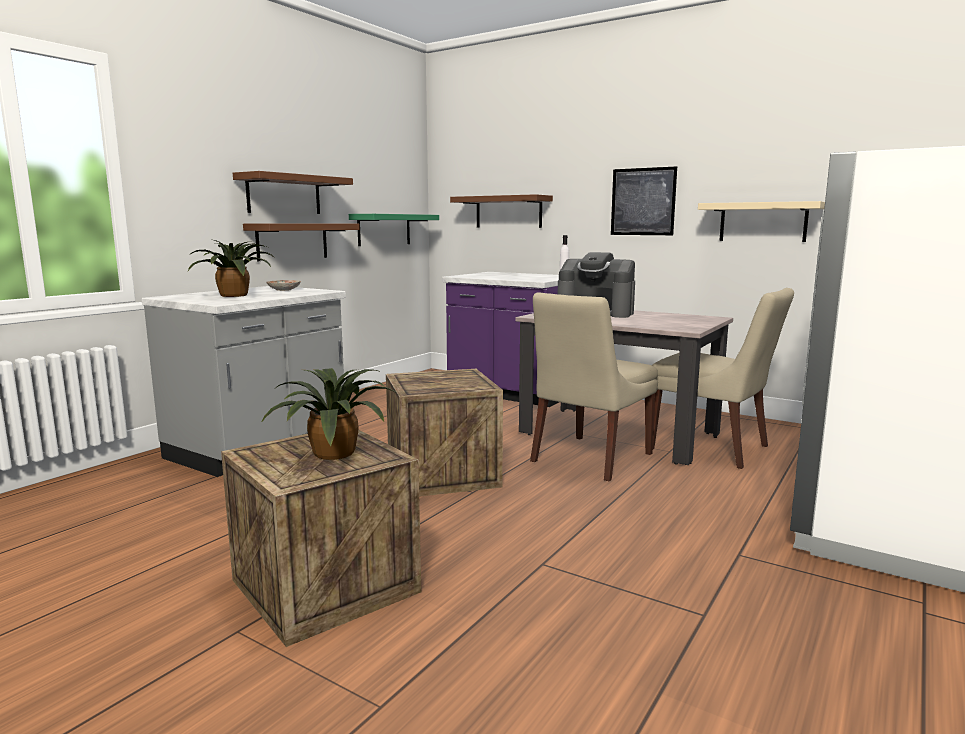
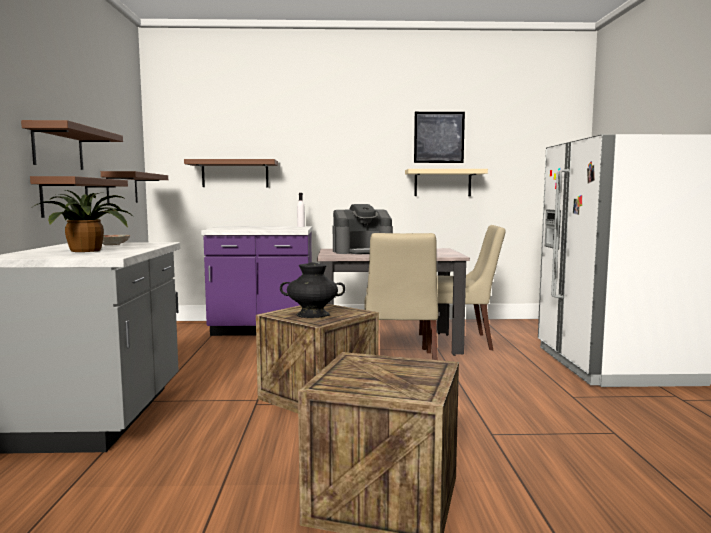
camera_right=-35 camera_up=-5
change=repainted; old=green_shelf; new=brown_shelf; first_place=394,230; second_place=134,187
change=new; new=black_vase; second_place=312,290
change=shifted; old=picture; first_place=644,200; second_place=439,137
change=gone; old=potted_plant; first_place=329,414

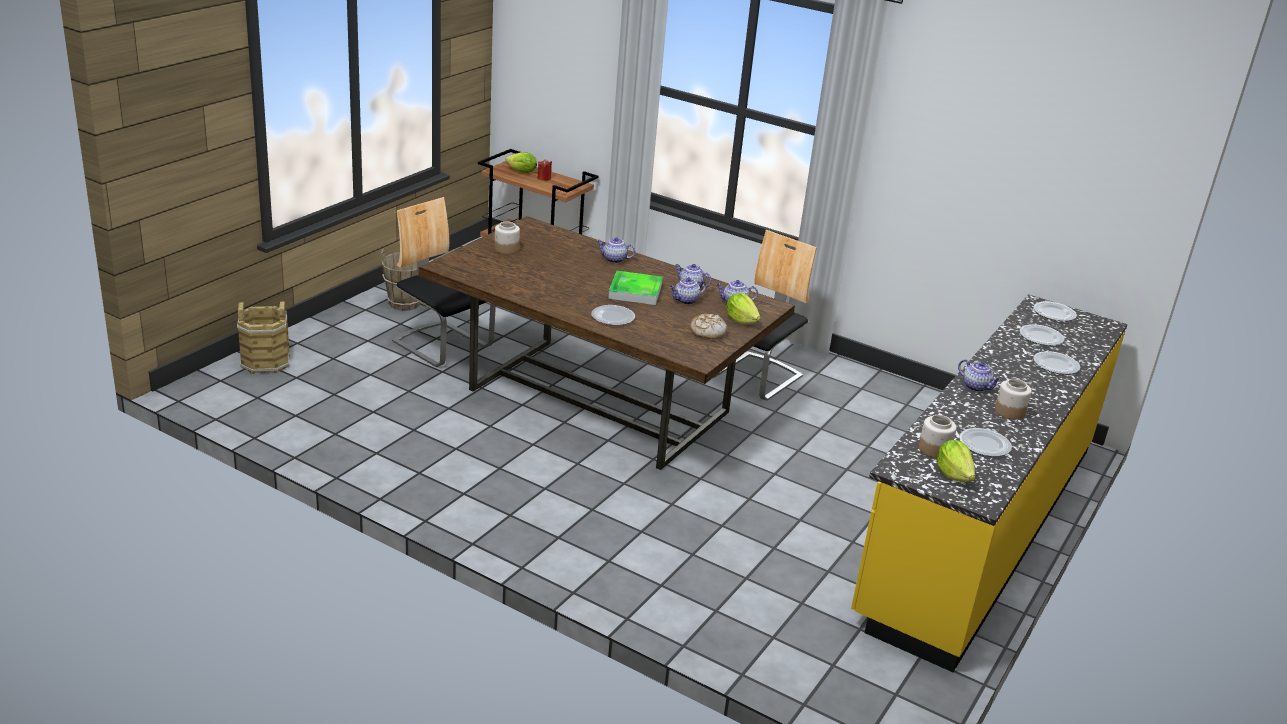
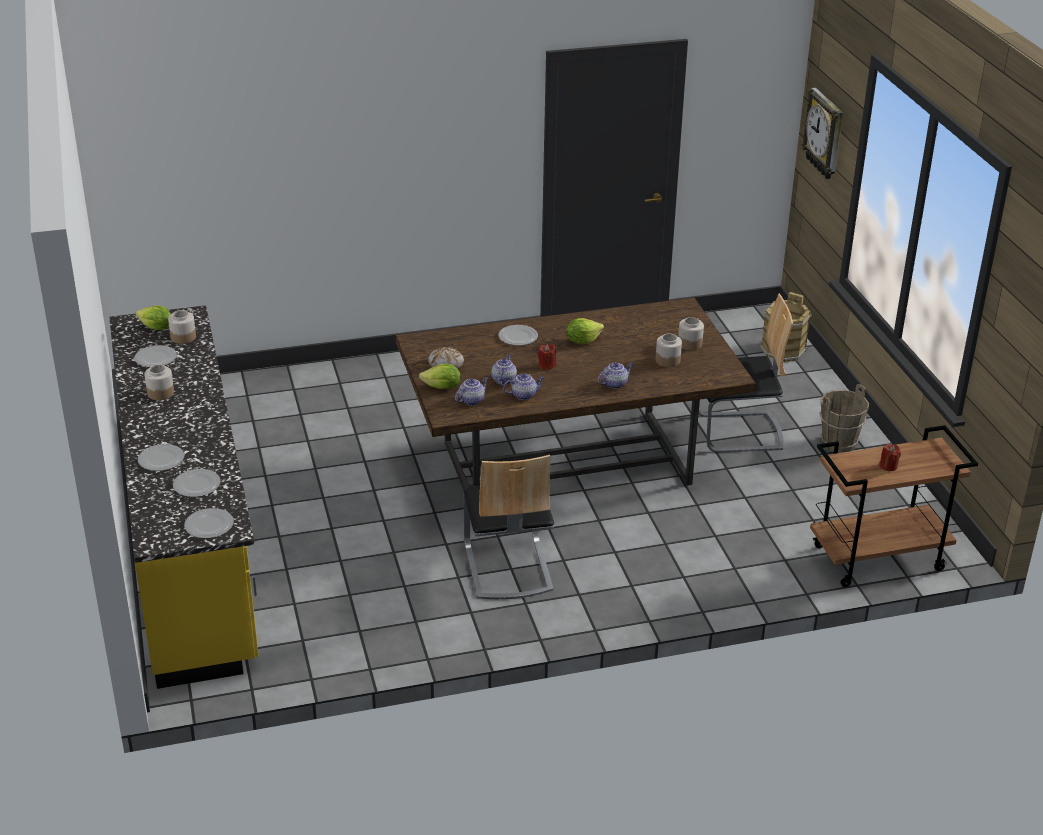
camera_right=135 camera_up=5
change=swapped; old=tray; new=red_candle; first_place=635,288; second_place=547,357
change=shifted; old=lettuce; first_place=521,162; second_place=585,331
change=new; new=jar; second_place=669,350
change=new; new=wall_clock; second_place=822,133
change=gone; old=teapot; first_place=980,375

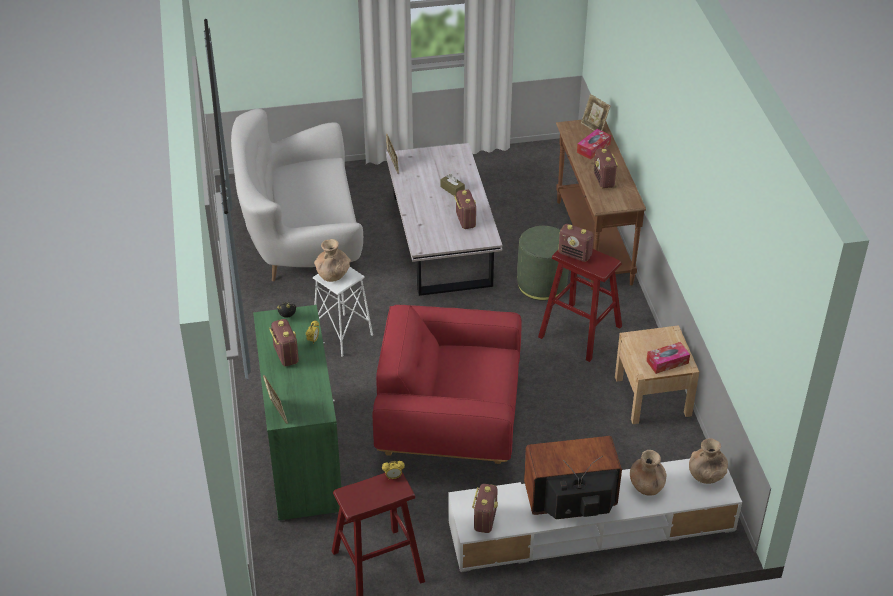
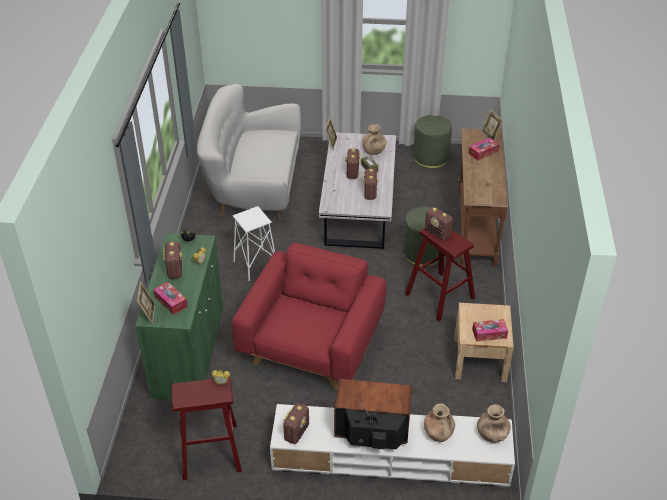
camera_right=15 camera_up=0
change=new; new=tissue_box; second_place=170,298
change=rotated; old=red_armchair; first_place=447,384; second_place=309,315; degrees=90
change=shifted; old=radio; first_place=606,168; second_place=353,163
change=shifted; old=brown_vase; first_place=332,260; second_place=374,139
change=new; new=green_ottoman; second_place=432,141

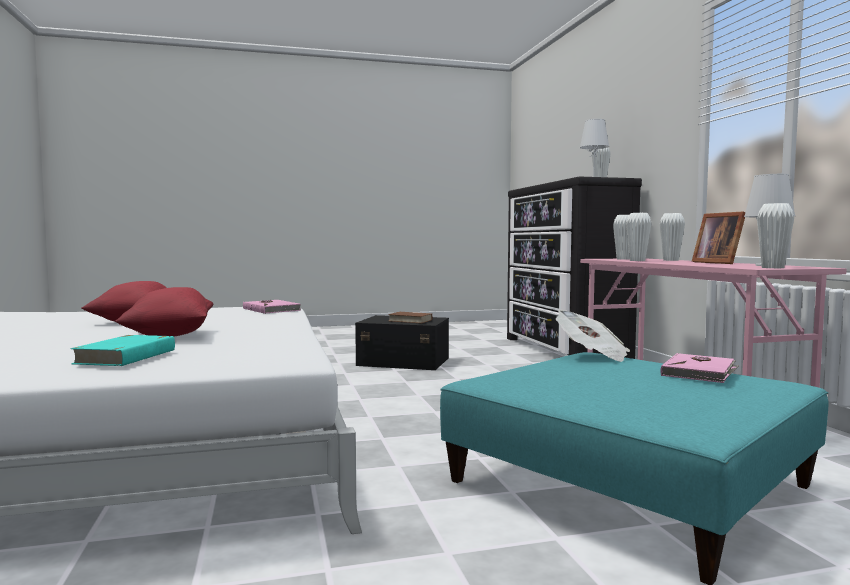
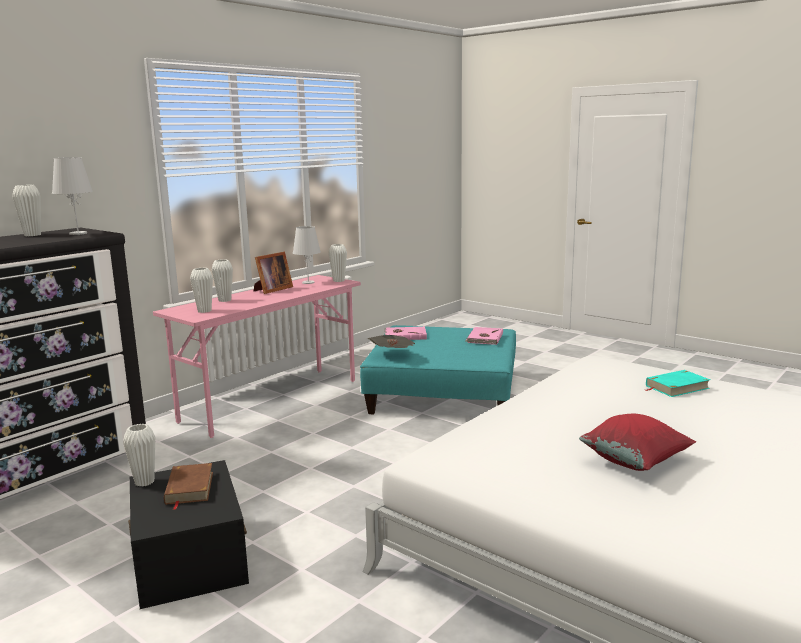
camera_right=-125 camera_up=10
change=shifted; old=white_vase; first_place=638,237; second_place=139,455
change=shifted; old=pink_book; first_place=272,307; second_place=484,336
change=gone; old=red_pillow; first_place=164,311

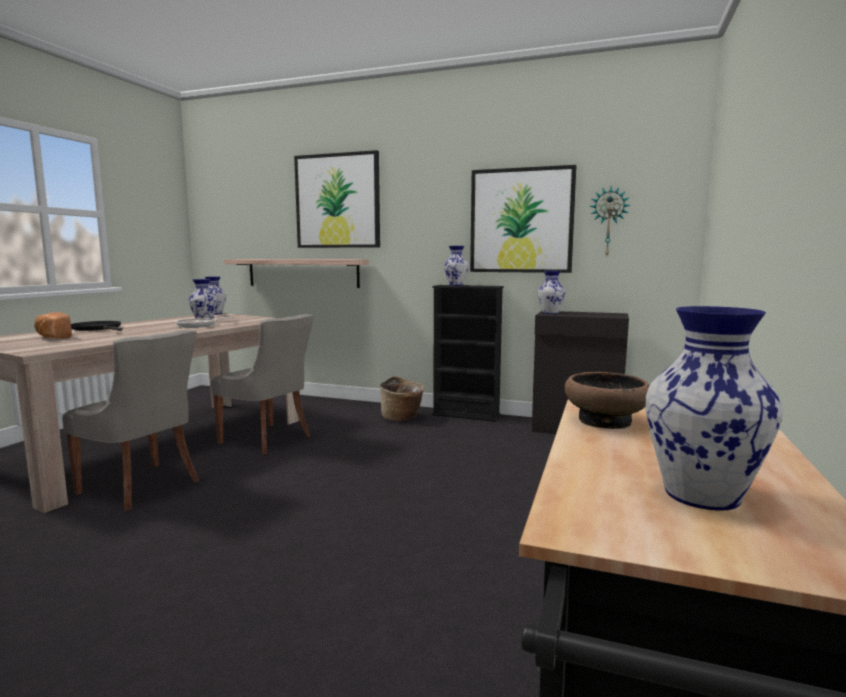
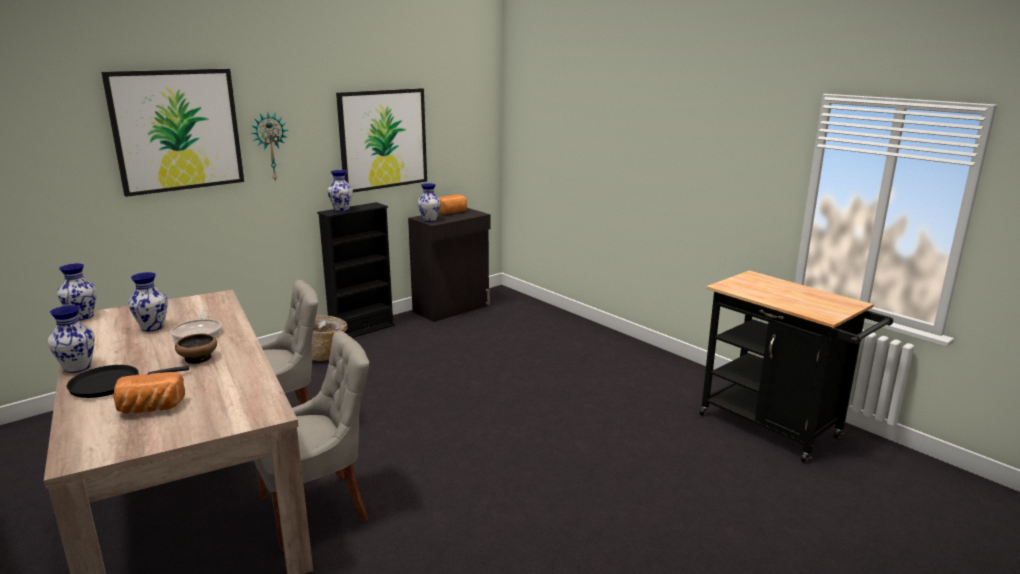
camera_right=-60 camera_up=10
change=shifted; old=vase; first_place=714,408; second_place=71,339
change=shifted; old=bowl; first_place=607,400; second_place=196,349
change=shifted; old=wall_clock; first_place=609,220; second_place=269,147
change=new; new=bread; second_place=452,204
change=gone; old=shelf; first_place=296,273

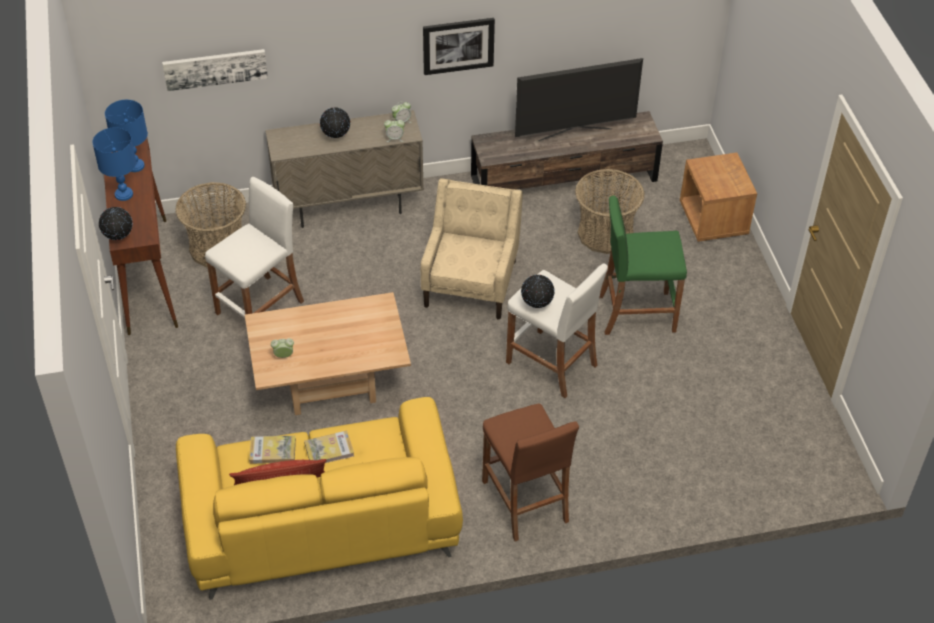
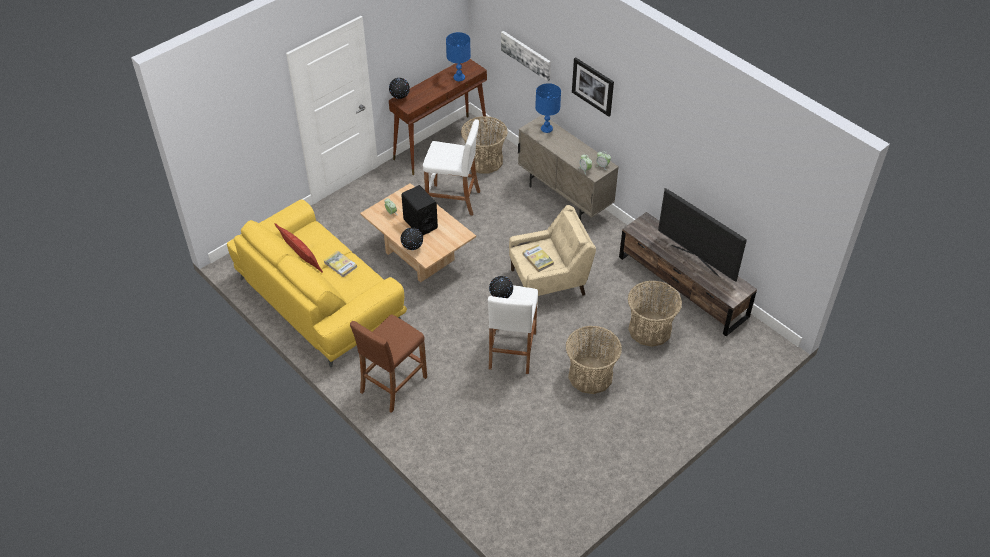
camera_right=60 camera_up=0
change=new; new=black_speaker; second_place=419,210
change=shifted; old=globe; first_place=335,122; second_place=412,239
change=shifted; old=book; first_place=272,450; second_place=538,258
change=shifted; old=blue_table_lamp; first_place=114,164; second_place=548,108
change=swapped; old=green_stool; new=basket; first_place=643,265; second_place=594,360
change=shifted; old=picture; first_place=459,46; second_place=593,87
change=gone; old=brown_nightstand; first_place=718,197

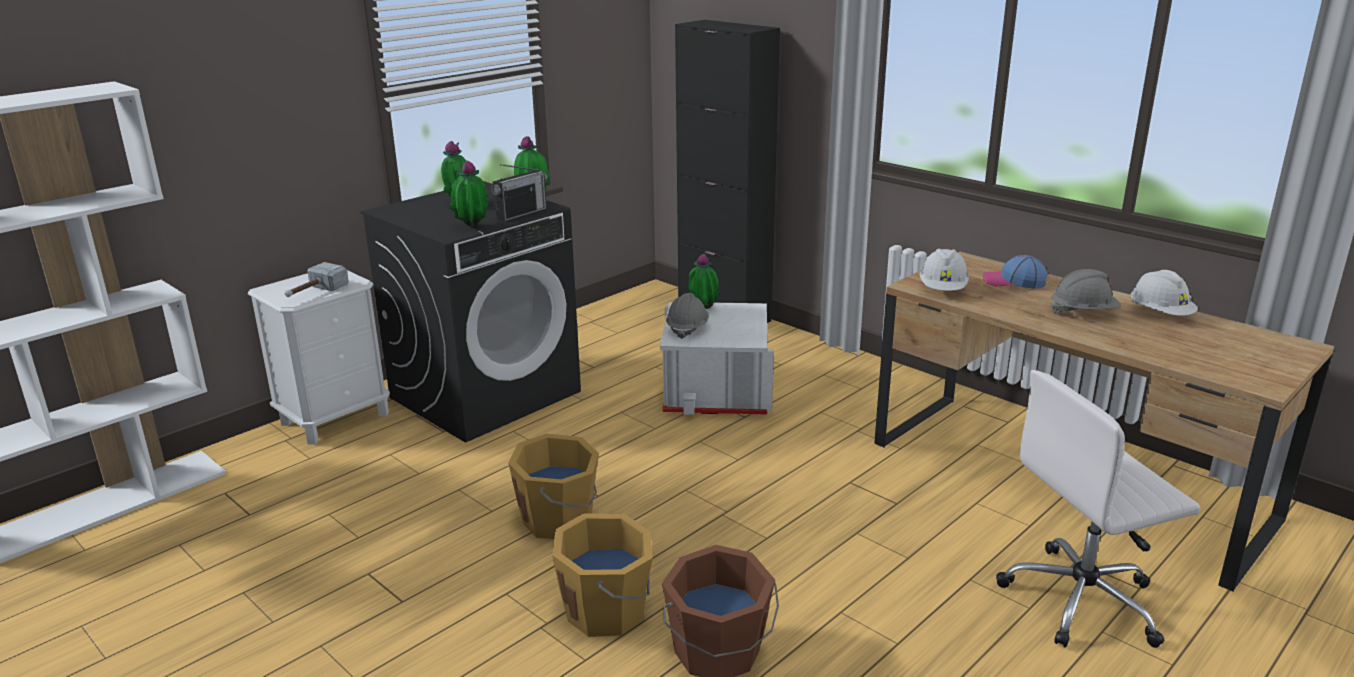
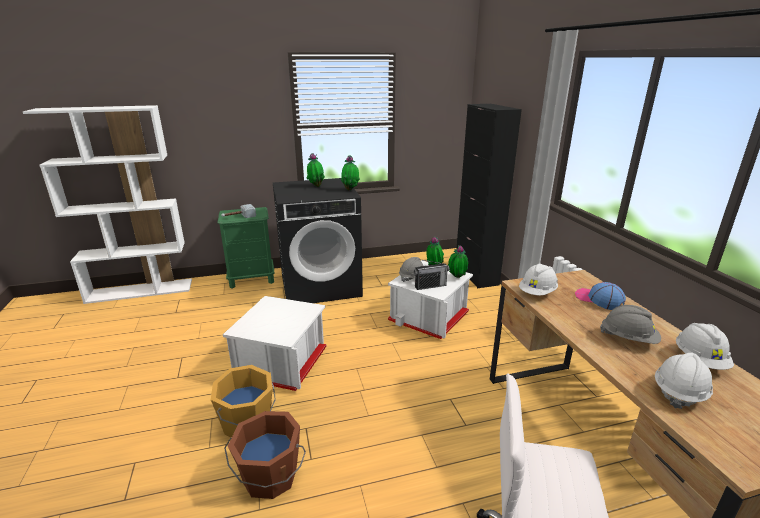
camera_right=30 camera_up=0
change=repainted; old=white_nightstand; new=green_nightstand; first_place=319,357; second_place=246,248
change=swapped; old=orange_bucket; new=white_storage_box; first_place=553,486; second_place=274,343
change=shifted; old=radio; first_place=519,193; second_place=431,274
change=shifted; old=potted_plant; first_place=468,193; second_place=458,261
change=new; new=white_hard_hat; second_place=684,381

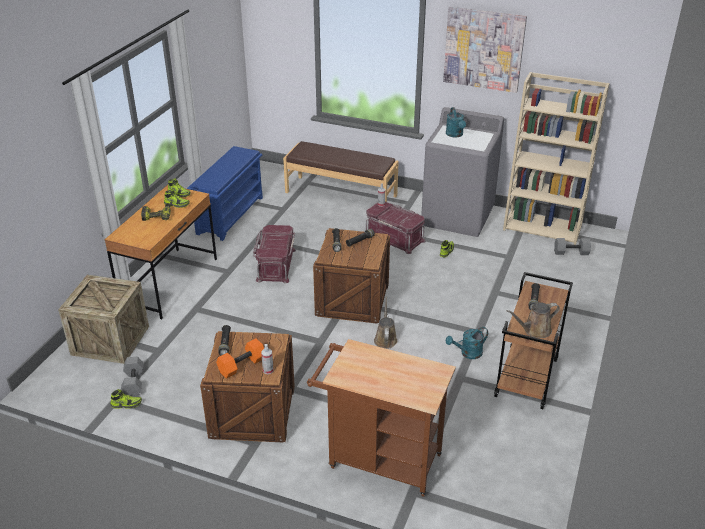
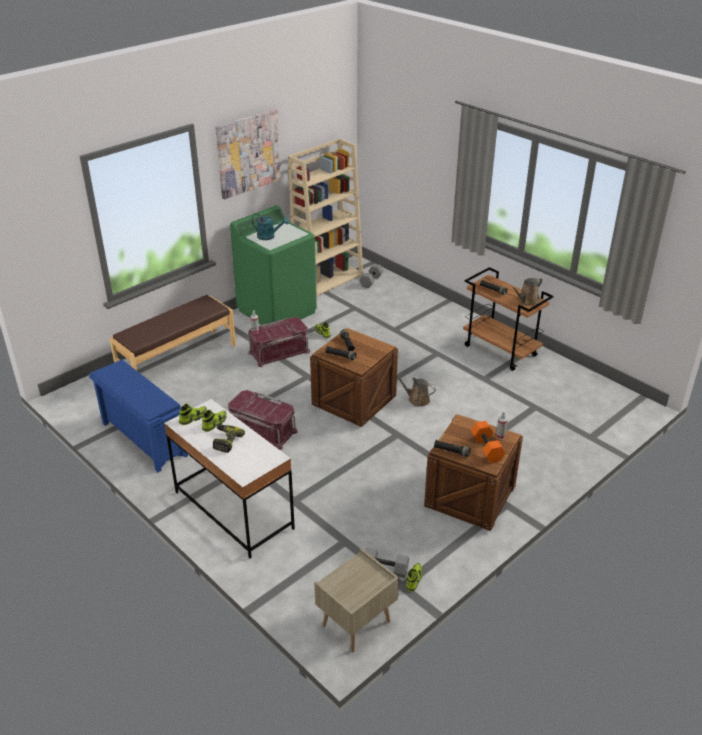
camera_right=-65 camera_up=0
change=repainted; old=brown_desk; new=white_desk; first_place=160,252; second_place=229,479
change=repainted; old=grey_washing_machine; new=green_washing_machine; first_place=462,172; second_place=273,265
change=new; new=beige_nightstand; second_place=356,600
change=rotated; old=brown_watering_can; first_place=533,320; second_place=526,291; degrees=45
change=gone; old=crate; first_place=103,319
change=gone; old=brown_cart; first_place=381,418
change=gone; old=turquoise_watering_can; first_place=467,343

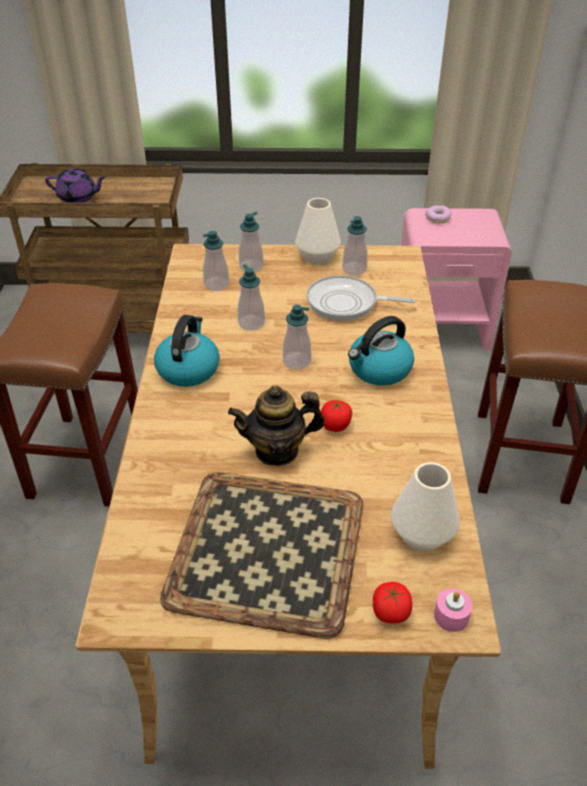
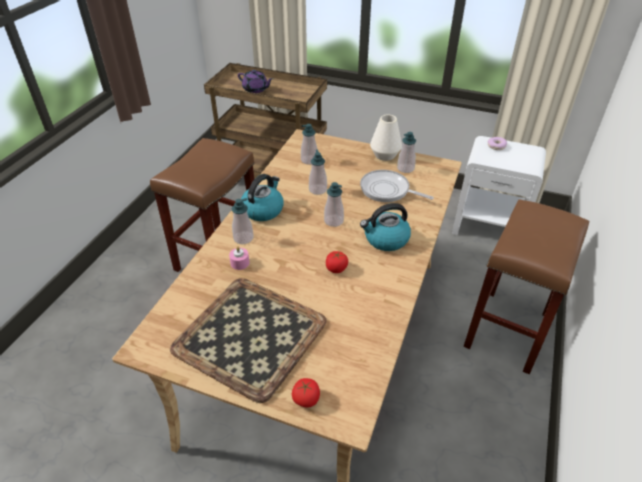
camera_right=20 camera_up=0
change=shifted; old=pink_candle; first_place=453,610; second_place=239,258
change=shifted; old=soap_dispenser; first_place=251,242; second_place=243,221
change=repainted; old=pink_nightstand; new=white_nightstand; first_place=456,279; second_place=499,185
change=gone; old=teapot; first_place=276,425
change=gone; old=white_vase; first_place=425,506

